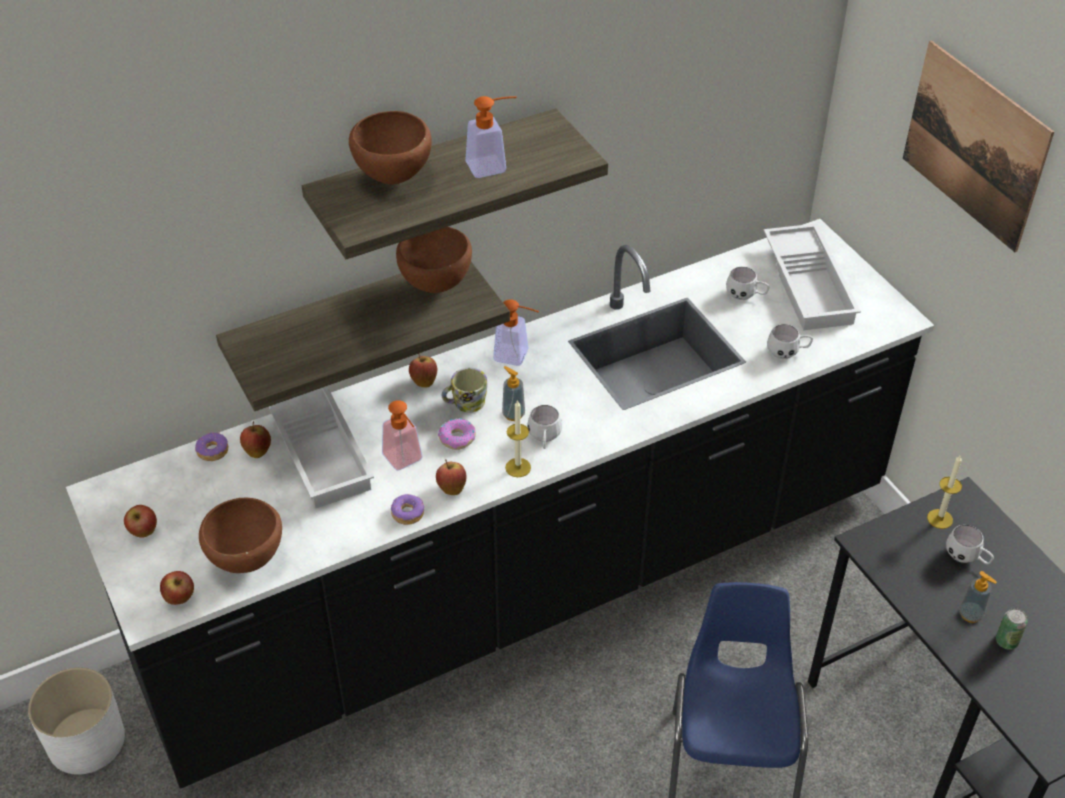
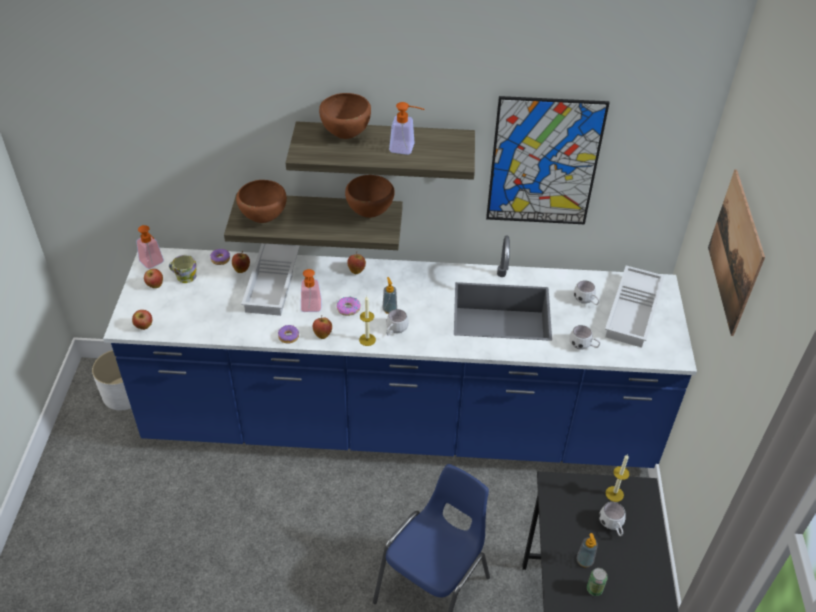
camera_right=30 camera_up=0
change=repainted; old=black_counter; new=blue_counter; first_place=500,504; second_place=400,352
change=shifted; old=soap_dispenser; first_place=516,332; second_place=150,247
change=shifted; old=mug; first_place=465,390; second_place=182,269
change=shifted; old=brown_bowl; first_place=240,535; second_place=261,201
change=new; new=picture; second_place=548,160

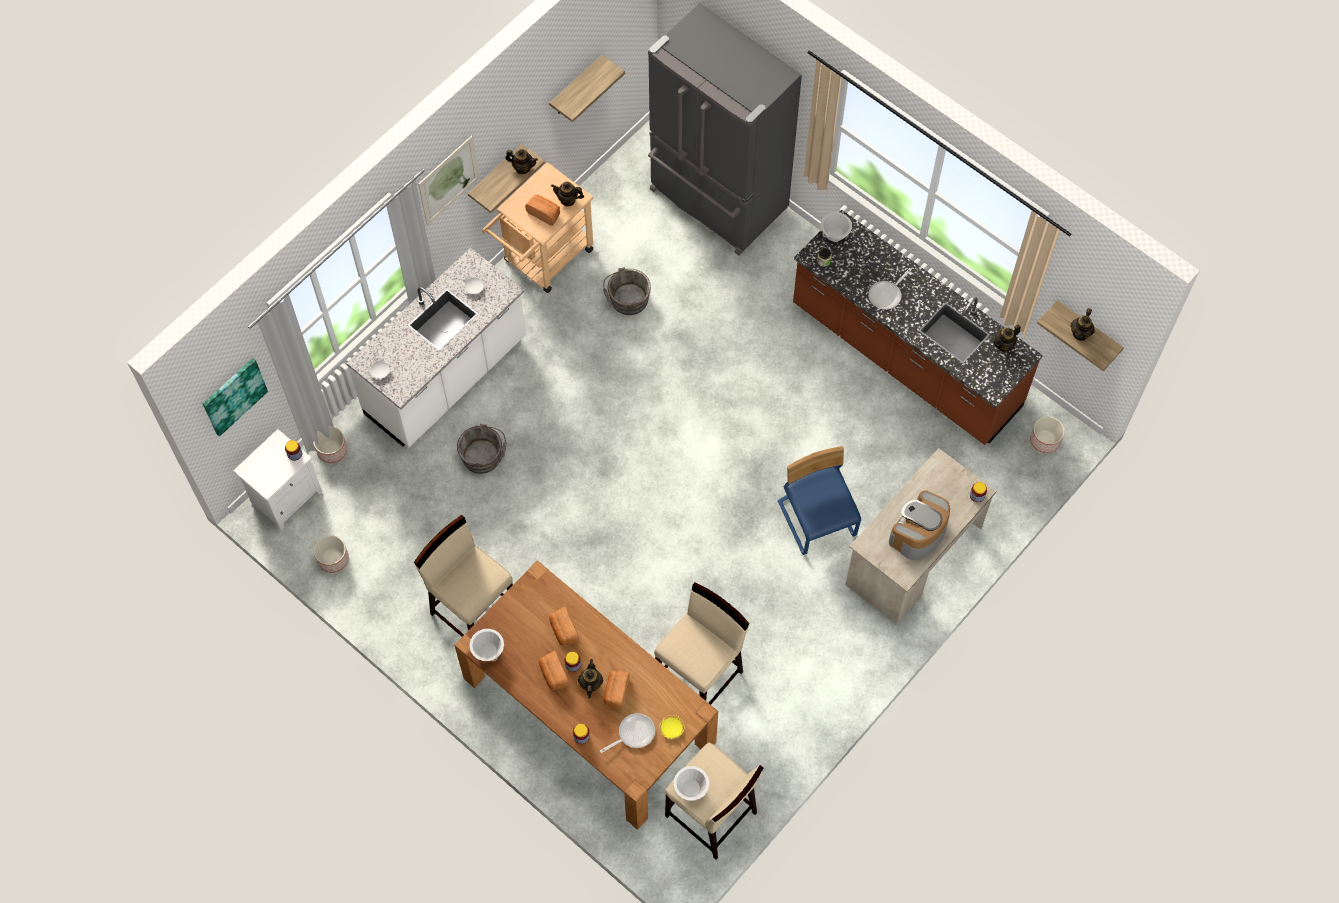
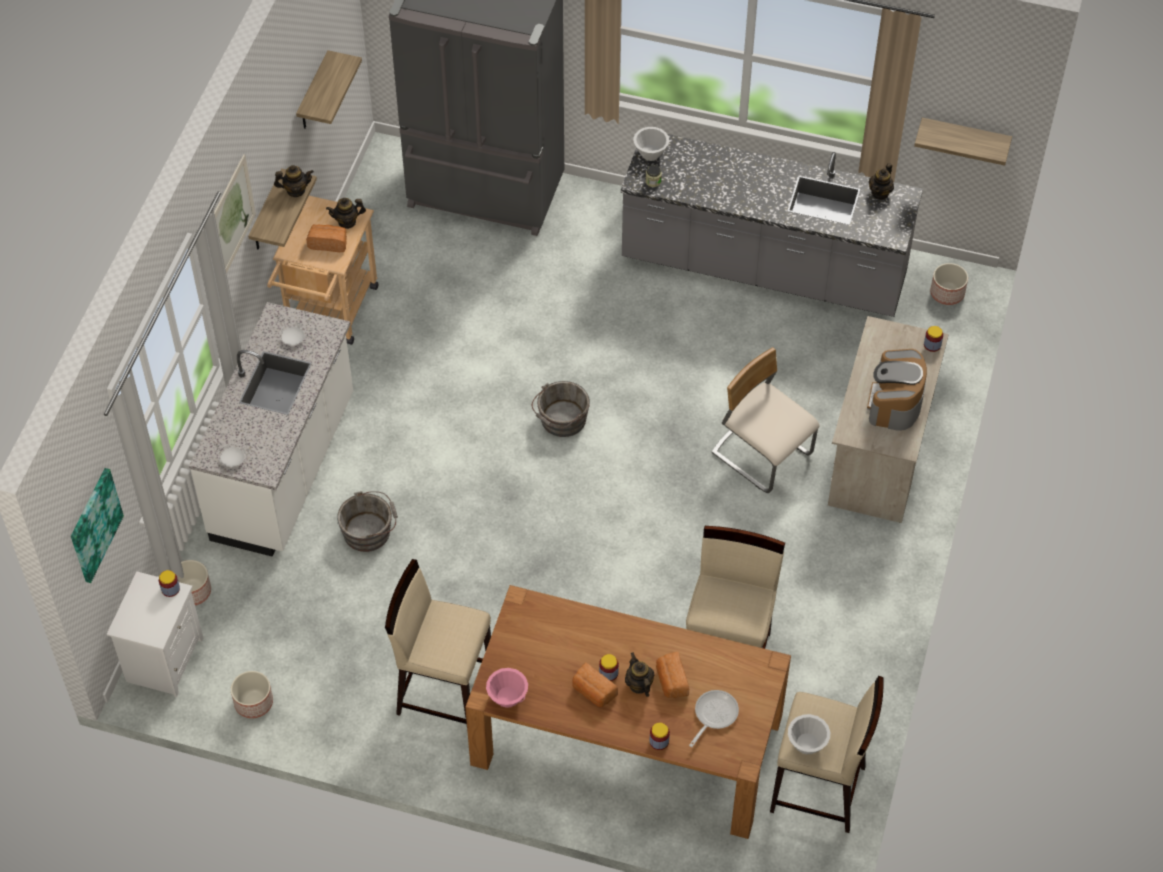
camera_right=-25 camera_up=-10
change=repainted; old=white_bowl; new=pink_bowl; first_place=486,645; second_place=507,688
change=shifted; old=grey_bucket; first_place=627,291; second_place=561,409
change=repainted; old=brown_counter; new=grey_counter; first_place=918,327; second_place=772,225
change=repainted; old=blue_chair; new=beige_chair; first_place=819,500; second_place=765,420
change=gone; old=bread; first_place=564,626
change=gone; old=yellow_plate; first_place=672,727
change=gone; old=frying_pan; first_place=890,289
change=gone; old=teapot; first_place=1083,324

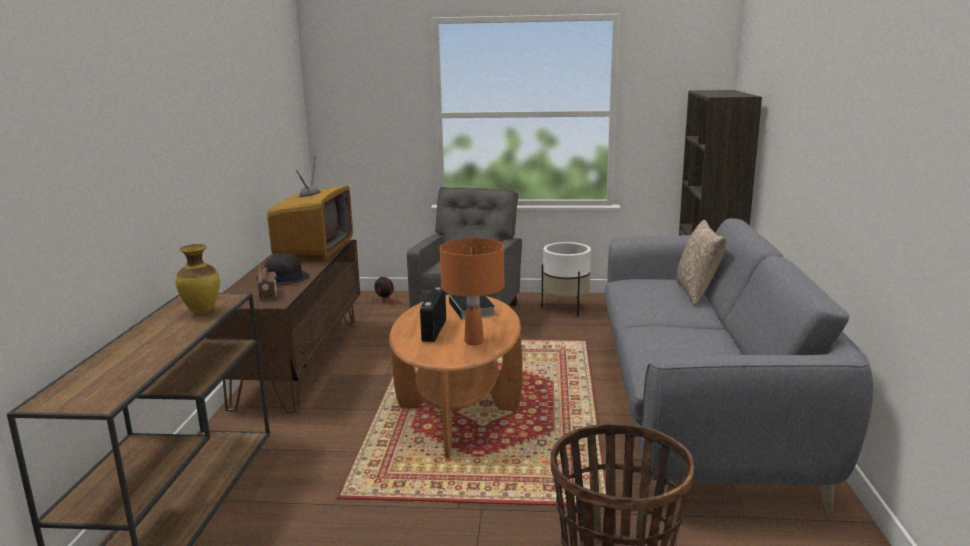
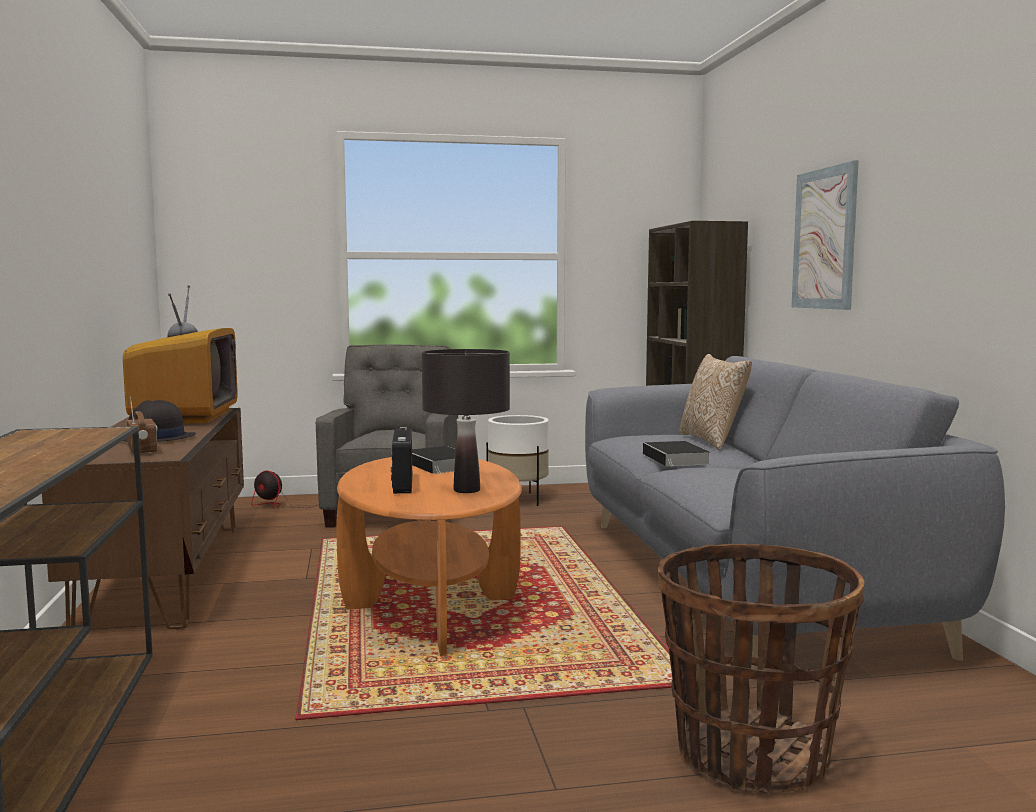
camera_right=-15 camera_up=-10
change=repainted; old=orange_table_lamp; new=black_table_lamp; first_place=472,291; second_place=466,421
change=new; new=book; second_place=677,455
change=new; new=picture; second_place=825,235
change=gone; old=vase; first_place=197,279

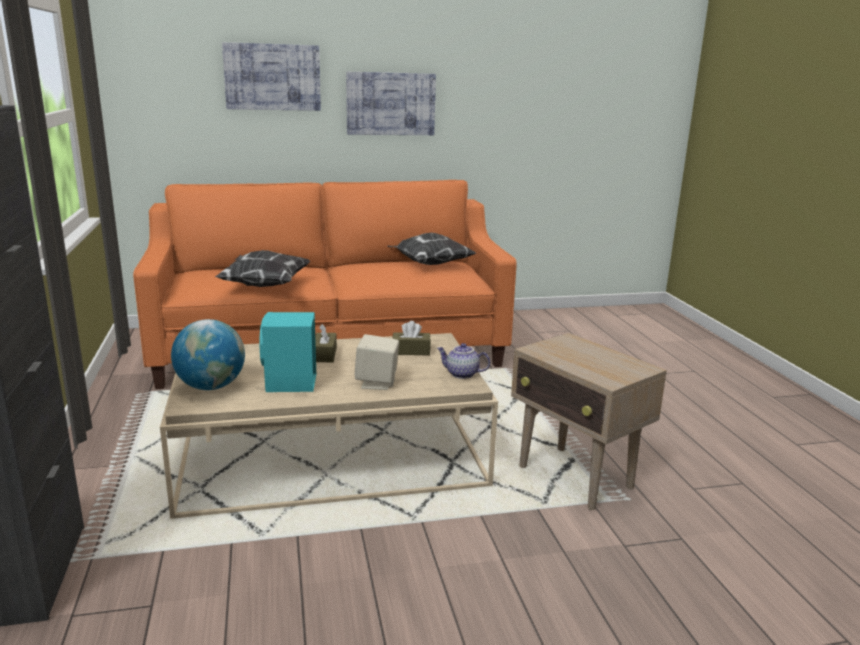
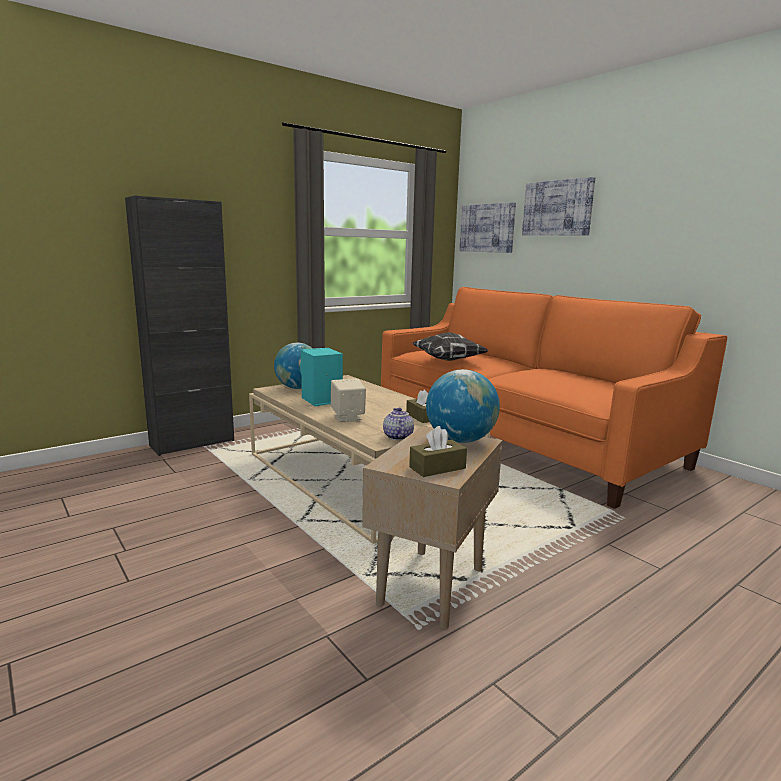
camera_right=65 camera_up=-5
change=shifted; old=brown_tissue_box; first_place=326,343; second_place=438,451
change=new; new=globe; second_place=463,406
change=shifted; old=picture; first_place=391,103; second_place=487,227
change=gone; old=pillow; first_place=431,249

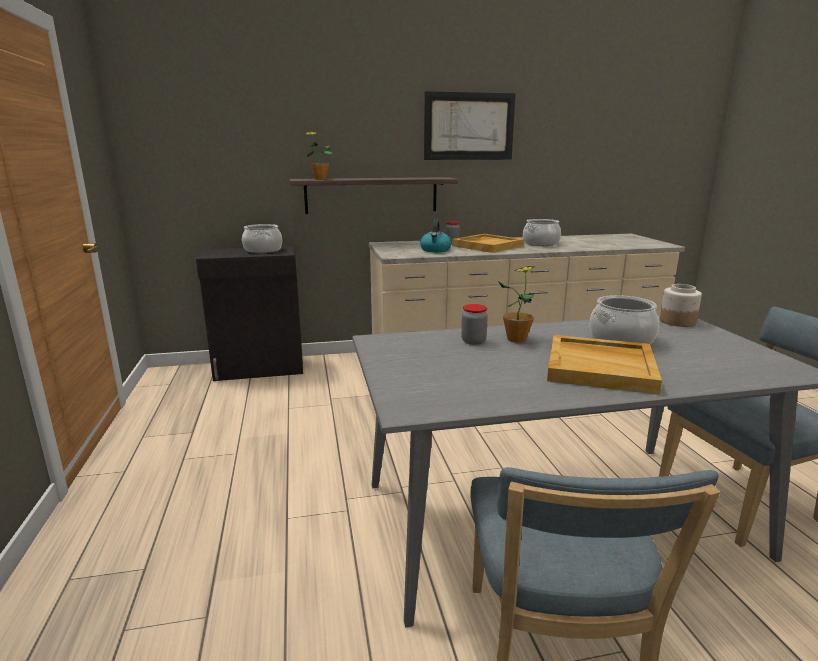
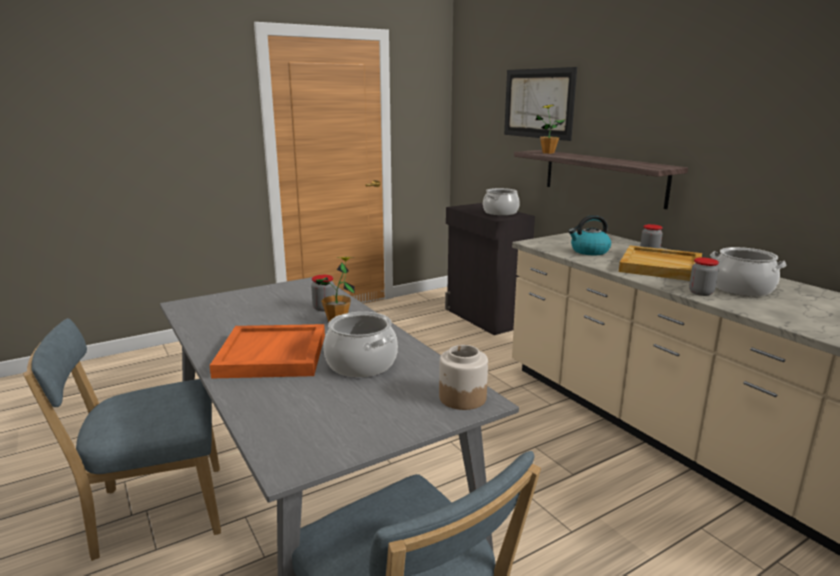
camera_right=70 camera_up=0
change=repainted; old=beige_tray; new=orange_tray; first_place=604,365; second_place=267,351
change=shifted; old=picture; first_place=470,125; second_place=540,104
change=new; new=jar; second_place=704,277

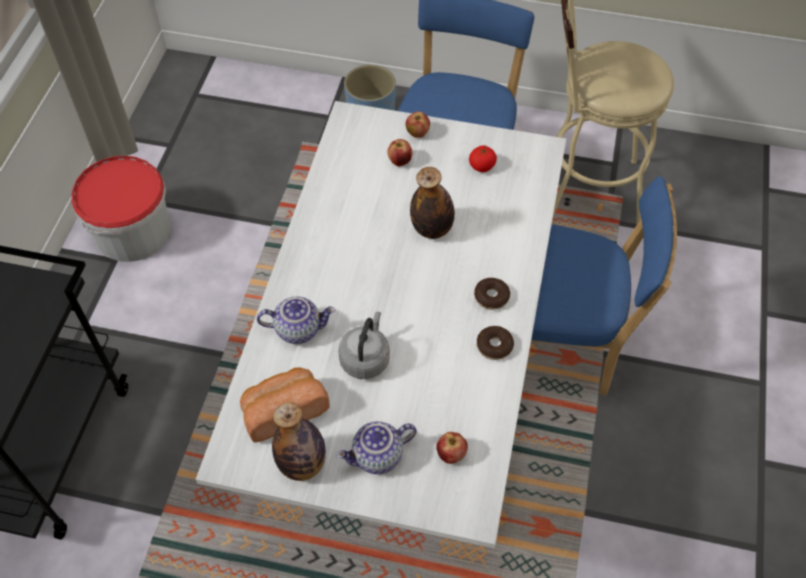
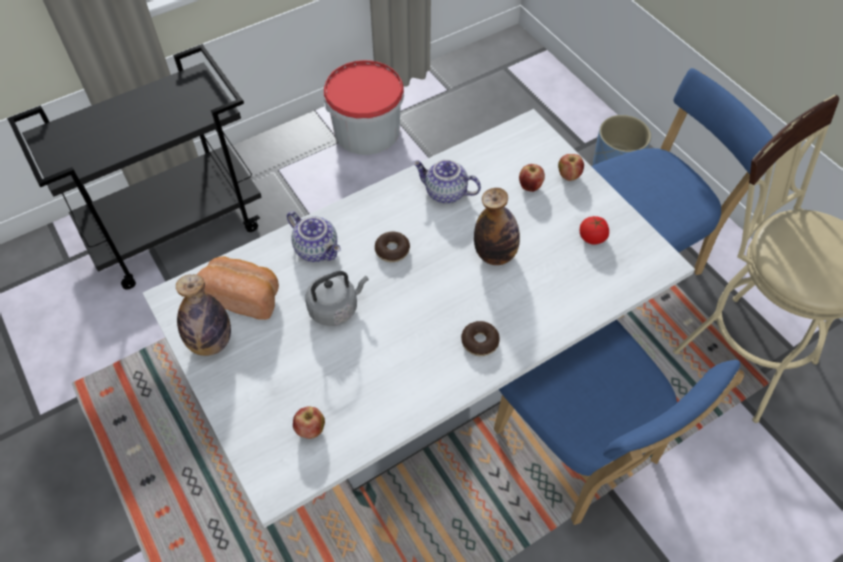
camera_right=45 camera_up=0
change=shifted; old=donut; first_place=495,343; second_place=392,247
change=shifted; old=teapot; first_place=376,447; second_place=447,182

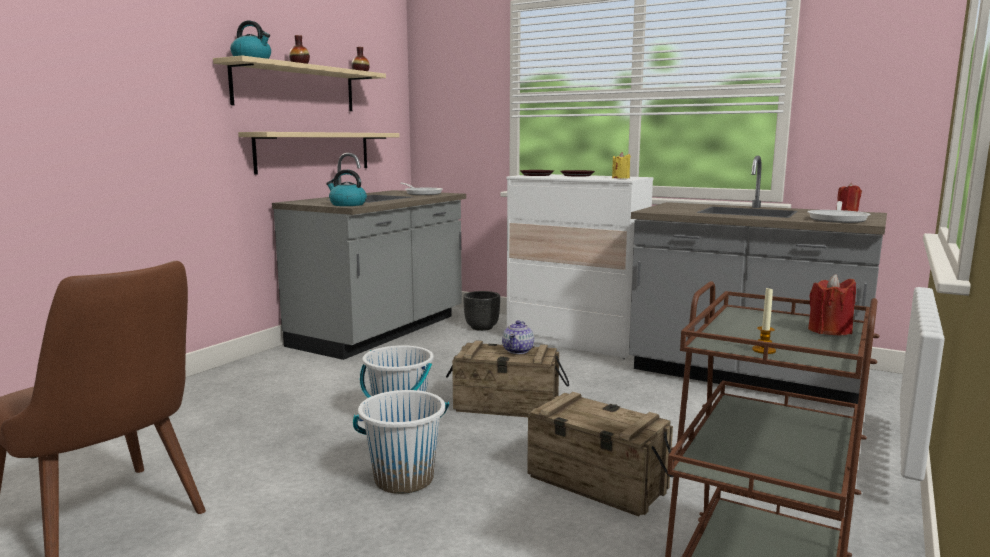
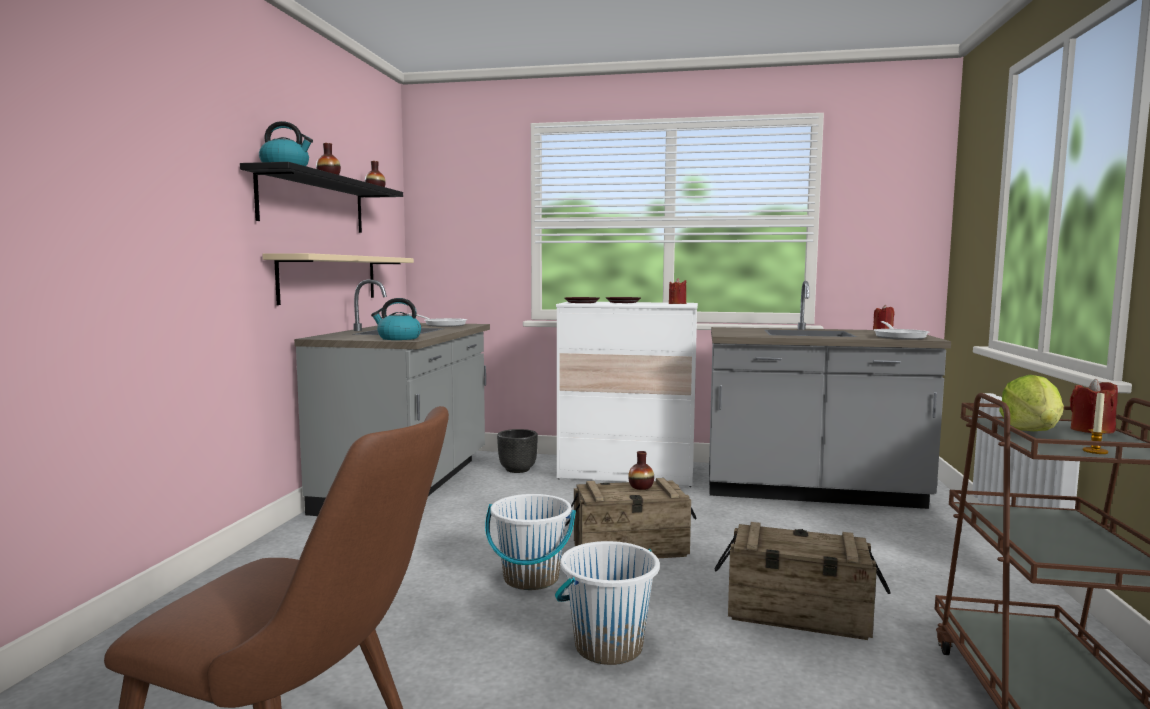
camera_right=-20 camera_up=-5
change=repainted; old=beige_shelf; new=black_shelf; first_place=299,83; second_place=321,197
change=swapped; old=teapot; new=vase; first_place=518,337; second_place=641,470
change=repainted; old=yellow_candle; new=red_candle; first_place=621,165; second_place=677,291
change=new; new=lettuce; second_place=1031,403

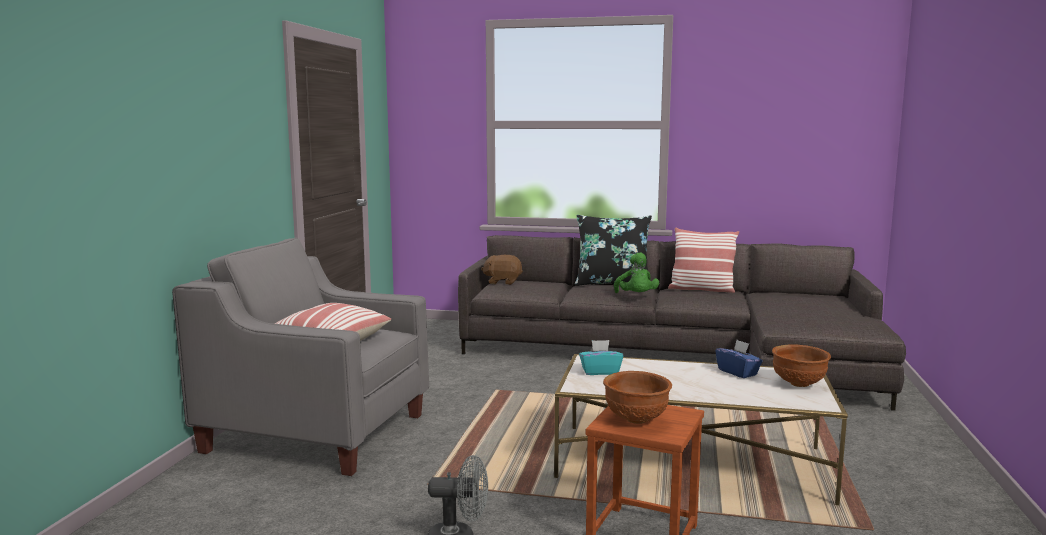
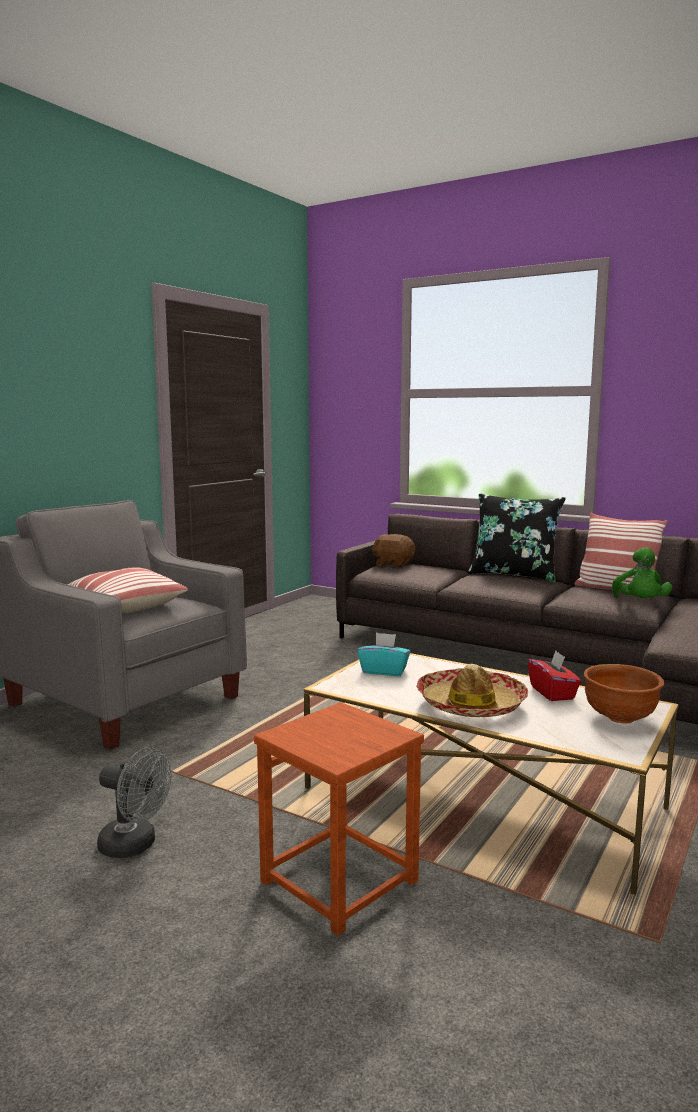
camera_right=20 camera_up=0
change=new; new=hat; second_place=472,690
change=repainted; old=blue_tissue_box; new=red_tissue_box; first_place=739,359; second_place=554,676
change=shifted; old=green_plush_toy; first_place=636,272; second_place=642,572
change=gone; old=brown_bowl; first_place=637,397

